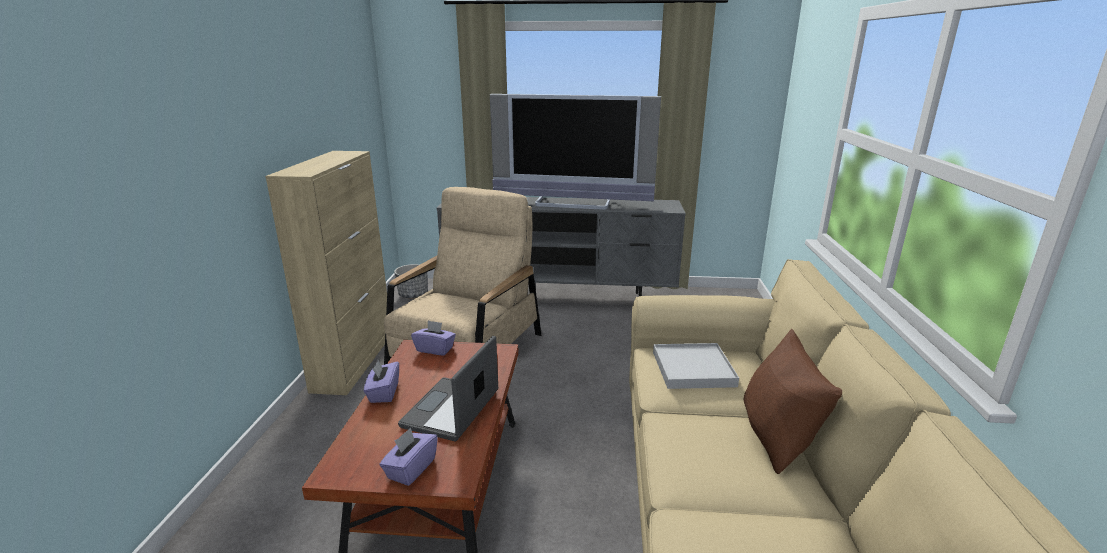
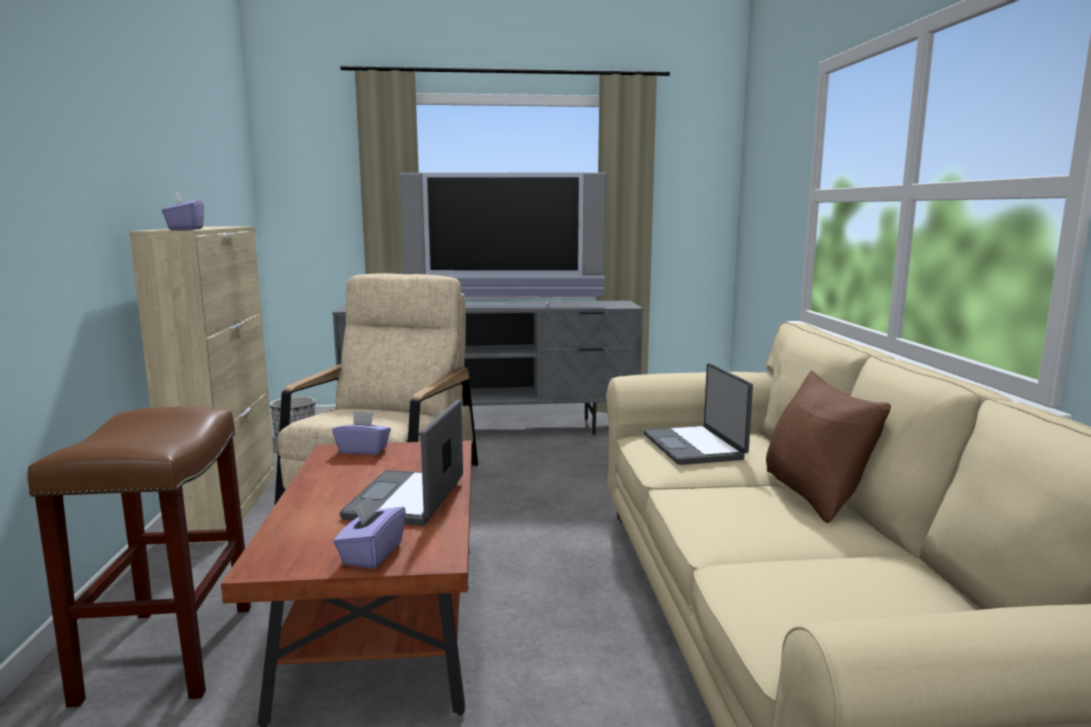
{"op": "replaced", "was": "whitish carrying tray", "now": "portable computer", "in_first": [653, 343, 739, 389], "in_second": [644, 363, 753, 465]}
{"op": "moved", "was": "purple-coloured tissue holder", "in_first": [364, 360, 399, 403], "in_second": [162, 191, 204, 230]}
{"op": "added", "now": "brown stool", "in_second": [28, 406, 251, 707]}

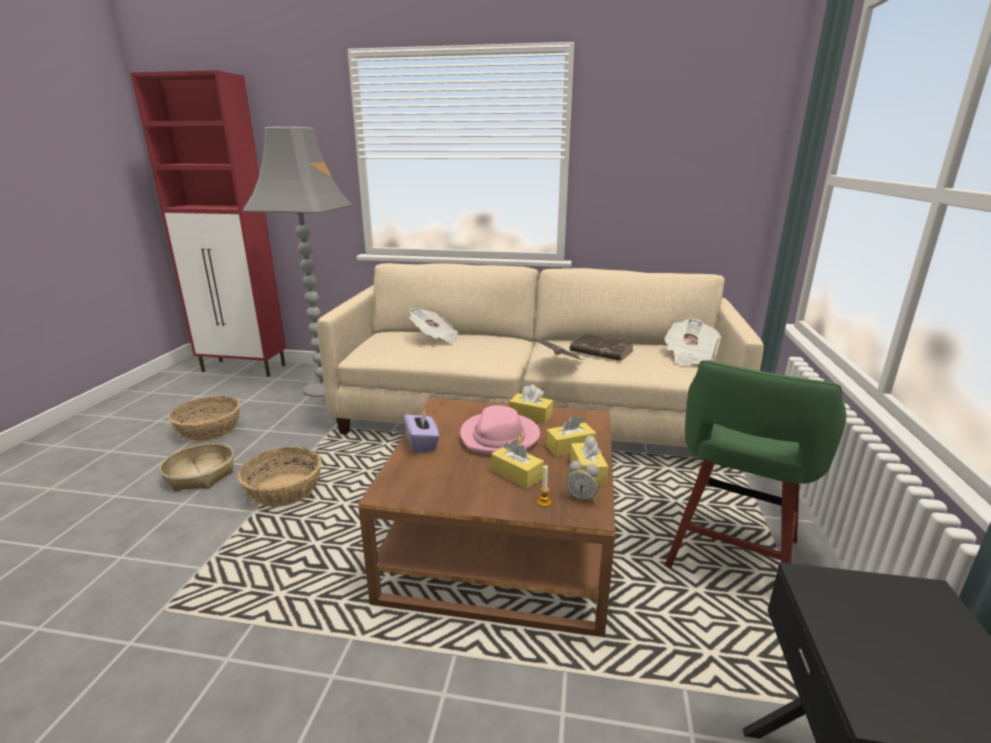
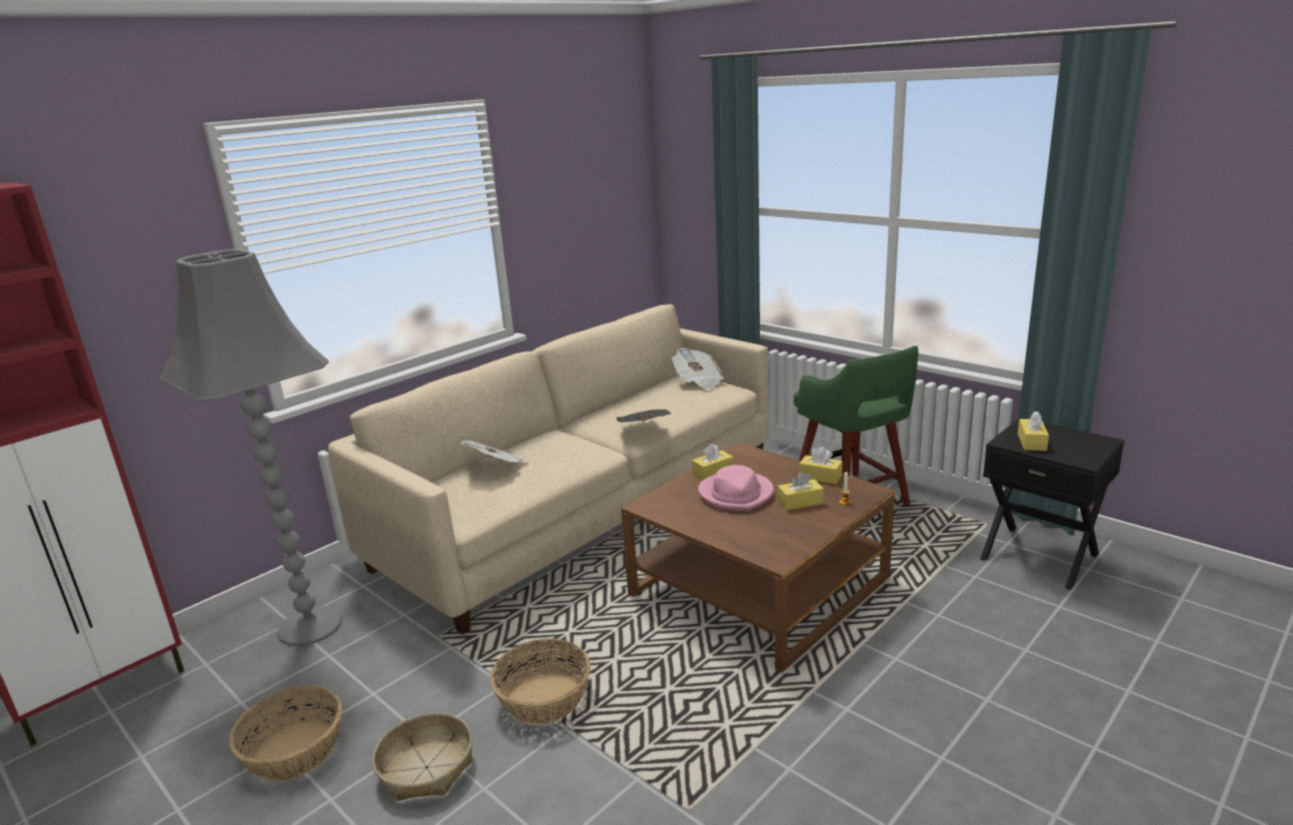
{"op": "removed", "was": "brown volume", "in_first": [570, 334, 634, 361]}
{"op": "removed", "was": "purple-coloured tissue holder", "in_first": [404, 410, 439, 453]}
{"op": "moved", "was": "yellowish tissue holder", "in_first": [546, 415, 596, 457], "in_second": [1018, 411, 1049, 451]}
{"op": "removed", "was": "alarm clock", "in_first": [566, 461, 601, 504]}

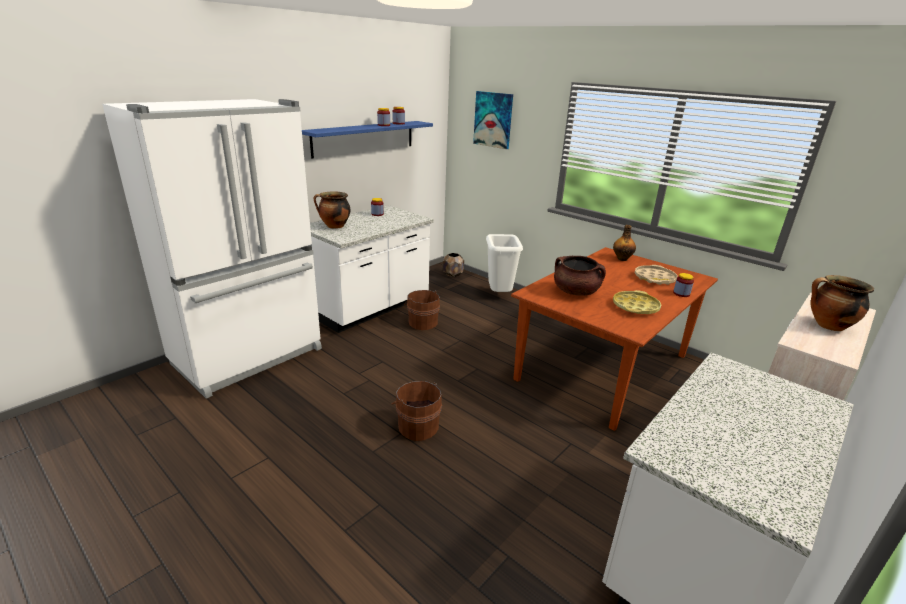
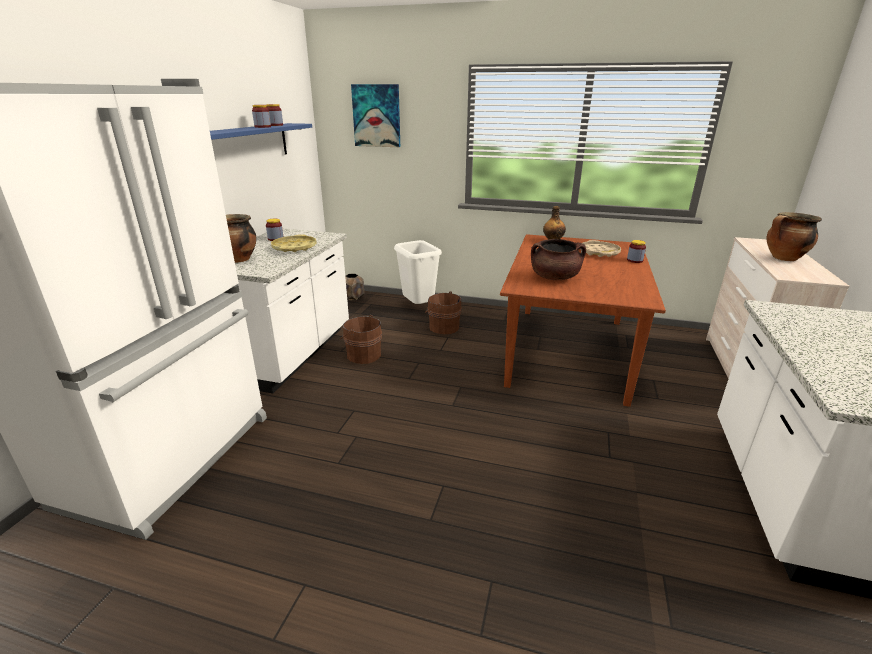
{"op": "moved", "was": "yellowish carrying tray", "in_first": [613, 290, 662, 314], "in_second": [271, 234, 317, 252]}
{"op": "moved", "was": "brown pail", "in_first": [392, 381, 442, 441], "in_second": [425, 291, 462, 334]}

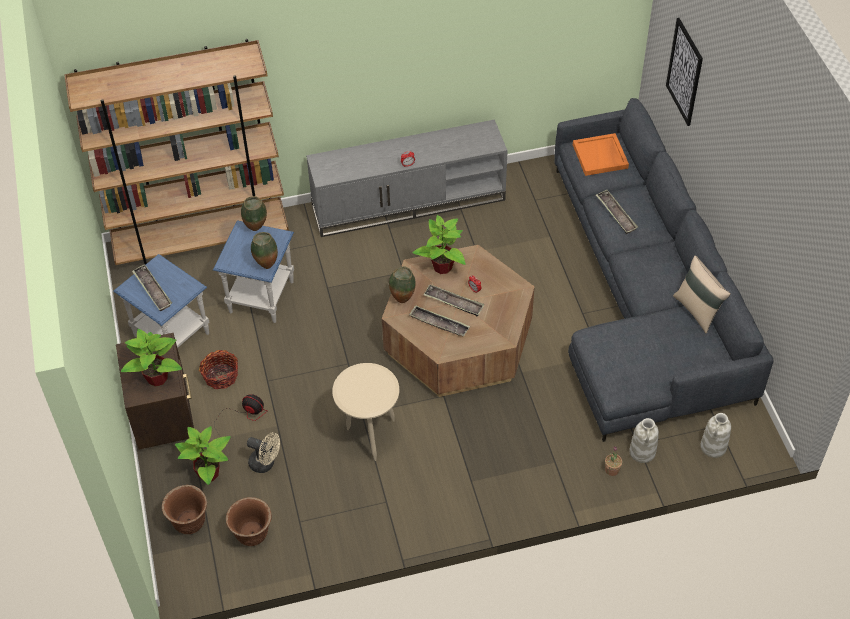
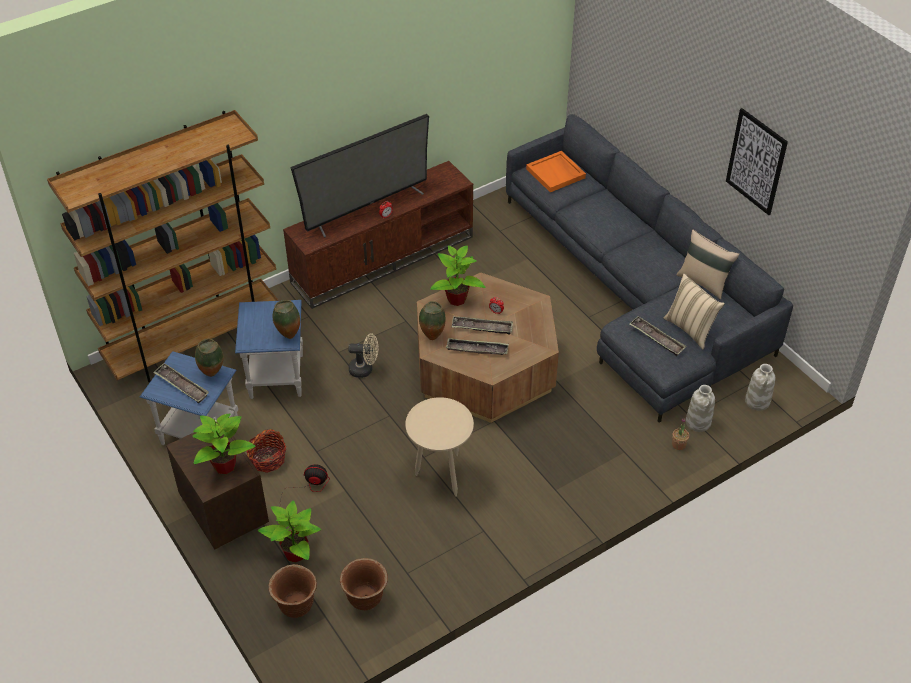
{"op": "moved", "was": "picture", "in_first": [666, 18, 703, 126], "in_second": [726, 108, 788, 215]}
{"op": "recoloured", "was": "grey tv unit", "now": "brown tv unit", "in_first": [306, 119, 508, 237], "in_second": [283, 161, 473, 309]}
{"op": "moved", "was": "carrying tray", "in_first": [596, 190, 638, 234], "in_second": [630, 316, 687, 356]}
{"op": "moved", "was": "vase", "in_first": [241, 196, 267, 231], "in_second": [195, 338, 223, 377]}
{"op": "moved", "was": "beige-coloured cooling fan", "in_first": [247, 432, 280, 473], "in_second": [348, 333, 378, 378]}
{"op": "added", "now": "TV", "in_second": [291, 114, 429, 238]}
{"op": "added", "now": "beige-coloured cushion", "in_second": [664, 273, 725, 349]}

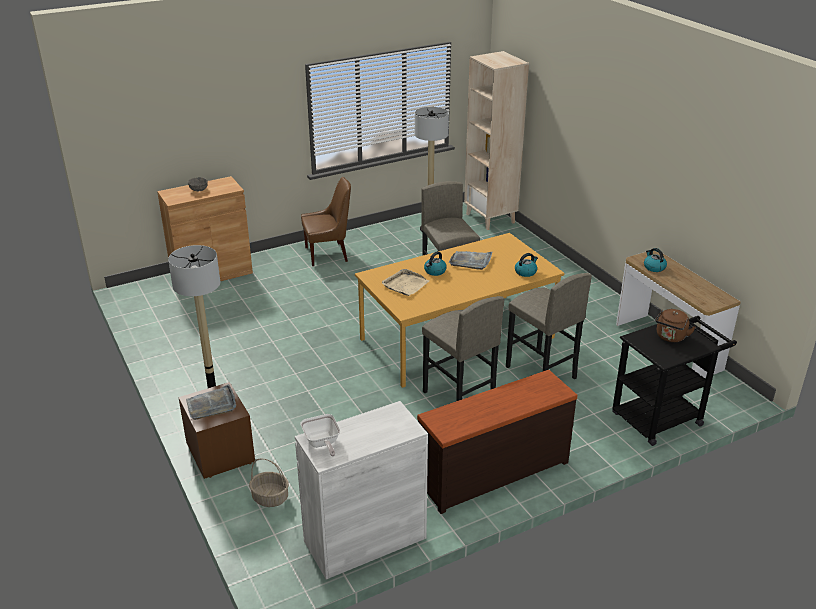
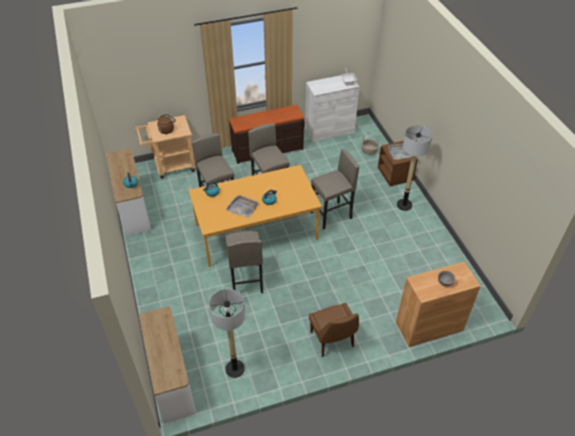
{"op": "replaced", "was": "beige-coloured bookcase", "now": "narrow table", "in_first": [464, 51, 529, 230], "in_second": [139, 307, 196, 424]}
{"op": "turned", "was": "brown chair", "in_first": [301, 177, 351, 266], "in_second": [309, 303, 359, 357], "clockwise": -105}
{"op": "removed", "was": "beige-coloured carrying tray", "in_first": [382, 269, 429, 296]}
{"op": "recoloured", "was": "black-coloured cart", "now": "beige-coloured cart", "in_first": [612, 316, 737, 446], "in_second": [135, 115, 195, 179]}
{"op": "added", "now": "grey stool", "in_second": [311, 149, 359, 230]}

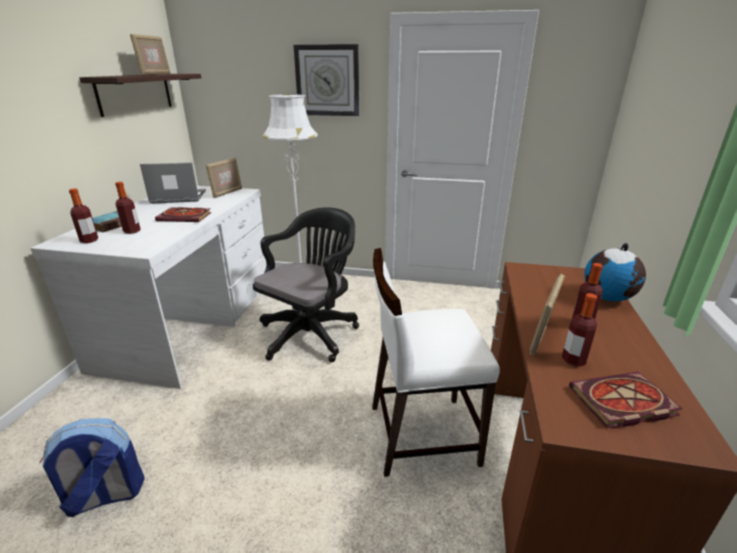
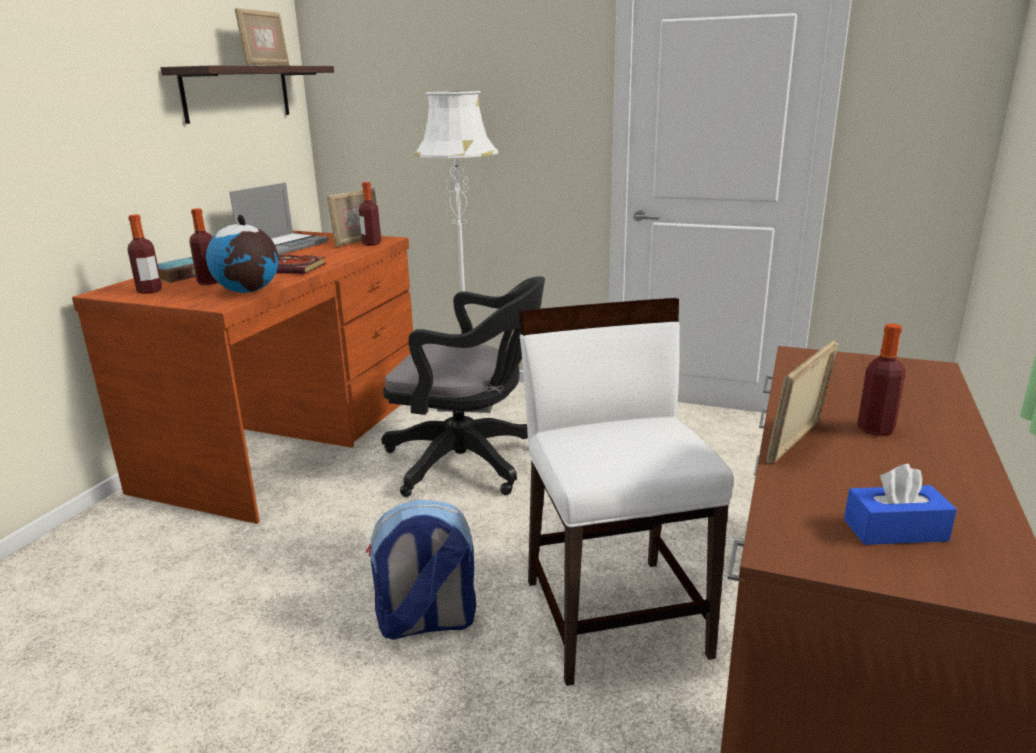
{"op": "removed", "was": "wall clock", "in_first": [294, 44, 359, 116]}
{"op": "turned", "was": "portable computer", "in_first": [140, 162, 206, 204], "in_second": [230, 182, 329, 255], "clockwise": 120}
{"op": "recoloured", "was": "whitish desk unit", "now": "brown desk unit", "in_first": [30, 186, 266, 389], "in_second": [72, 231, 413, 524]}
{"op": "turned", "was": "black-coloured office chair", "in_first": [253, 207, 359, 362], "in_second": [382, 276, 545, 497], "clockwise": 60}
{"op": "moved", "was": "globe", "in_first": [584, 243, 646, 301], "in_second": [206, 214, 278, 293]}
{"op": "turned", "was": "whitish chair", "in_first": [372, 248, 500, 477], "in_second": [519, 298, 734, 686], "clockwise": 75}
{"op": "moved", "was": "bottle", "in_first": [562, 293, 597, 367], "in_second": [359, 182, 381, 245]}
{"op": "replaced", "was": "volume", "now": "blue tissue holder", "in_first": [569, 372, 683, 428], "in_second": [844, 464, 957, 545]}
{"op": "moved", "was": "backpack", "in_first": [40, 418, 145, 517], "in_second": [366, 500, 476, 640]}

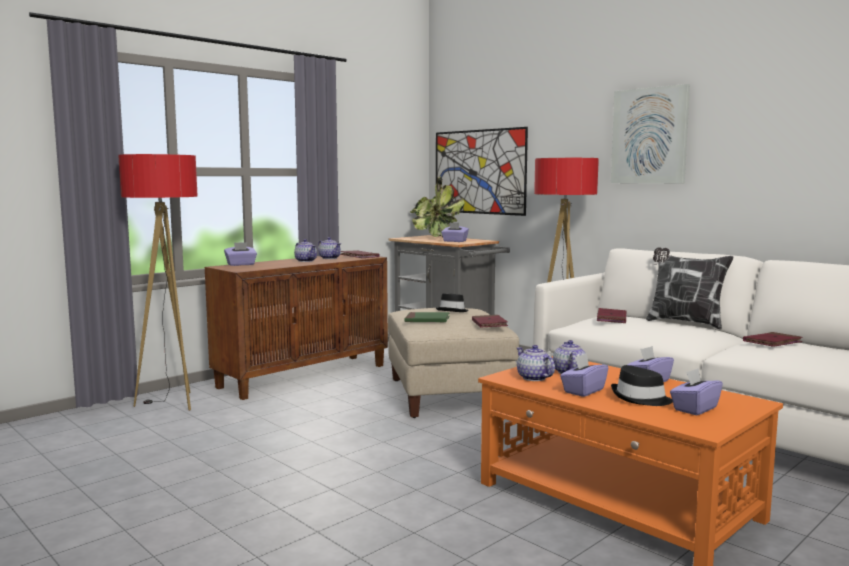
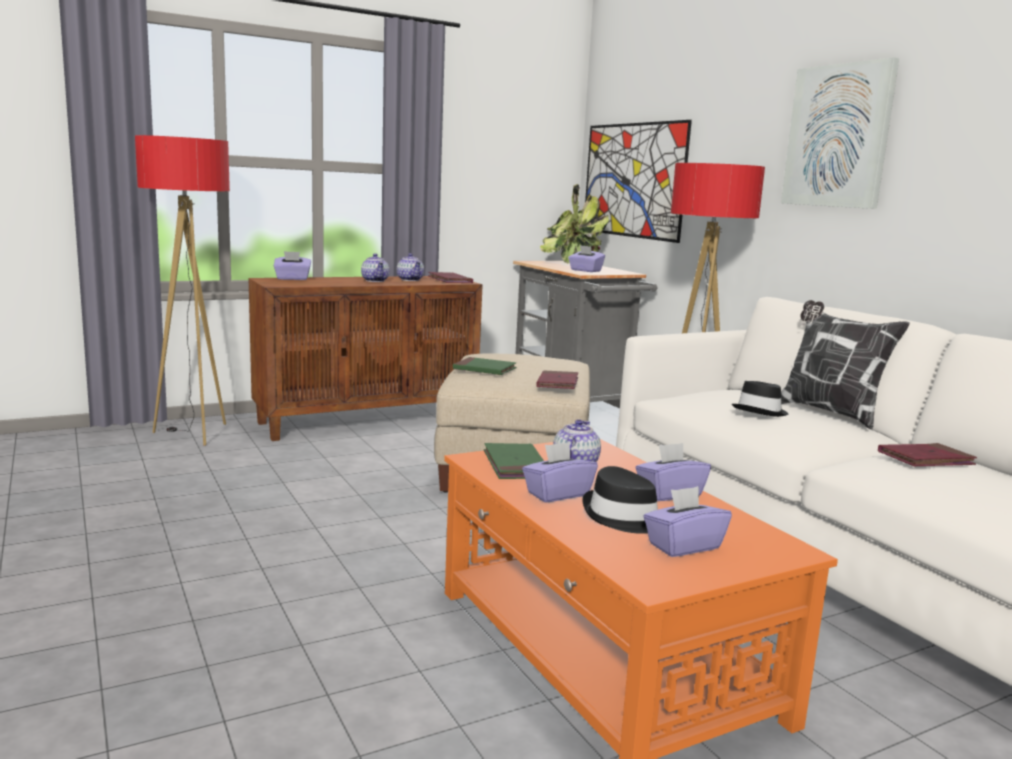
{"op": "moved", "was": "black-coloured clothing hat", "in_first": [436, 293, 469, 312], "in_second": [732, 381, 789, 417]}
{"op": "removed", "was": "reddish volume", "in_first": [597, 308, 626, 323]}
{"op": "replaced", "was": "tea pot", "now": "green-coloured volume", "in_first": [517, 345, 555, 381], "in_second": [484, 443, 544, 479]}

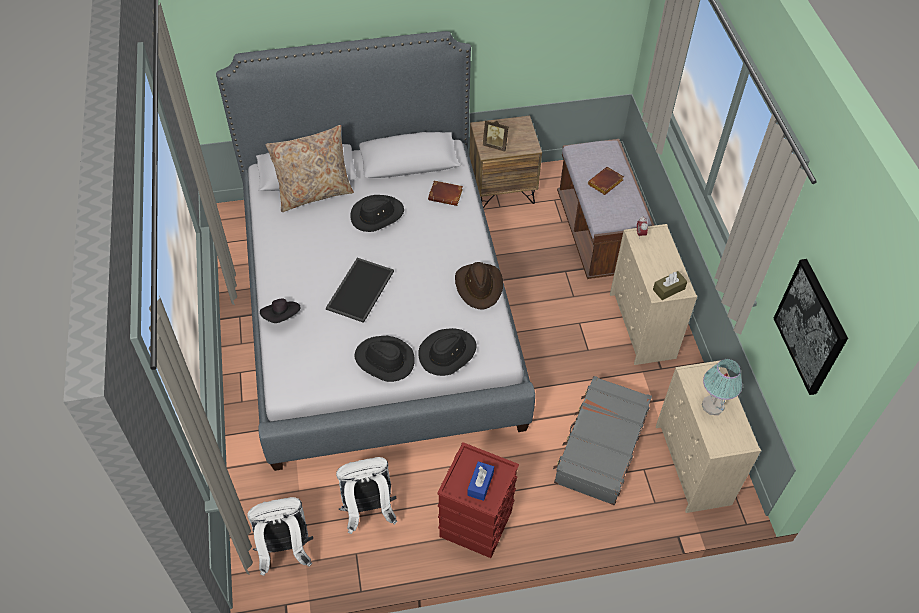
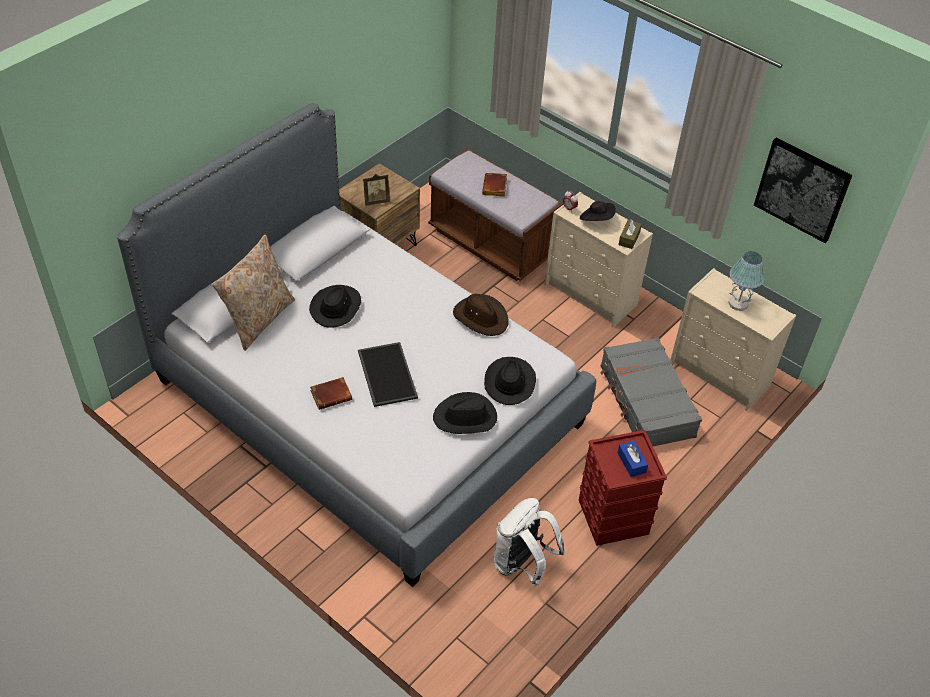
{"op": "moved", "was": "brown volume", "in_first": [428, 181, 463, 206], "in_second": [310, 377, 352, 410]}
{"op": "moved", "was": "black-coloured clothing hat", "in_first": [260, 298, 301, 323], "in_second": [580, 201, 616, 221]}
{"op": "removed", "was": "whitish backpack", "in_first": [247, 497, 313, 576]}

